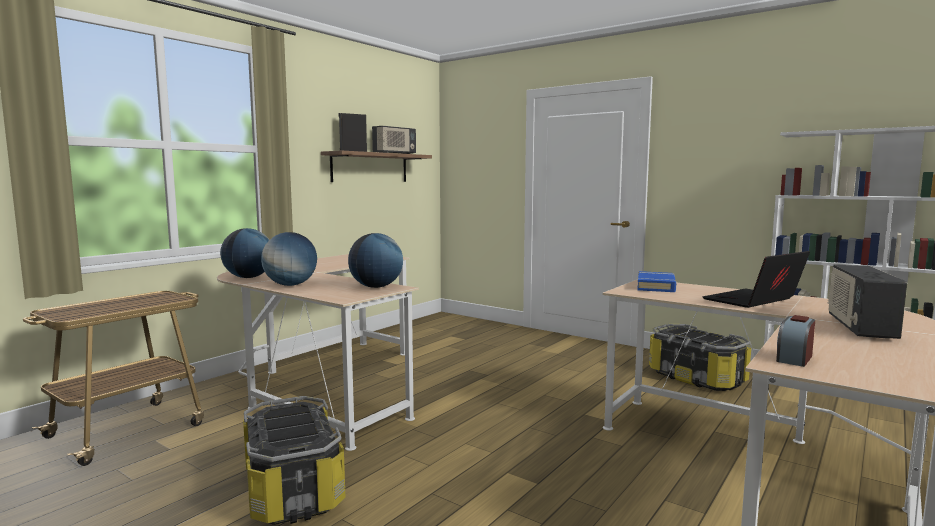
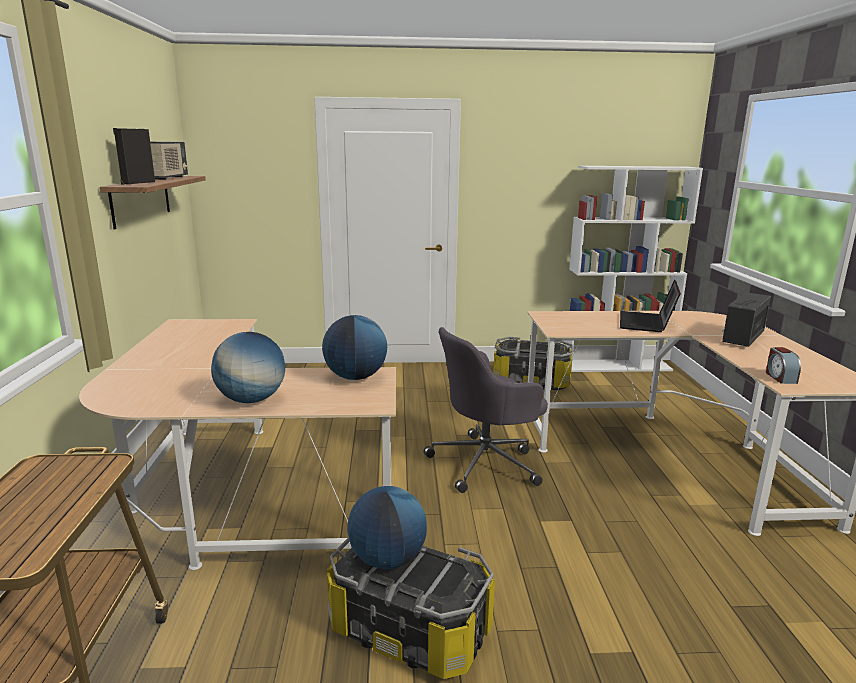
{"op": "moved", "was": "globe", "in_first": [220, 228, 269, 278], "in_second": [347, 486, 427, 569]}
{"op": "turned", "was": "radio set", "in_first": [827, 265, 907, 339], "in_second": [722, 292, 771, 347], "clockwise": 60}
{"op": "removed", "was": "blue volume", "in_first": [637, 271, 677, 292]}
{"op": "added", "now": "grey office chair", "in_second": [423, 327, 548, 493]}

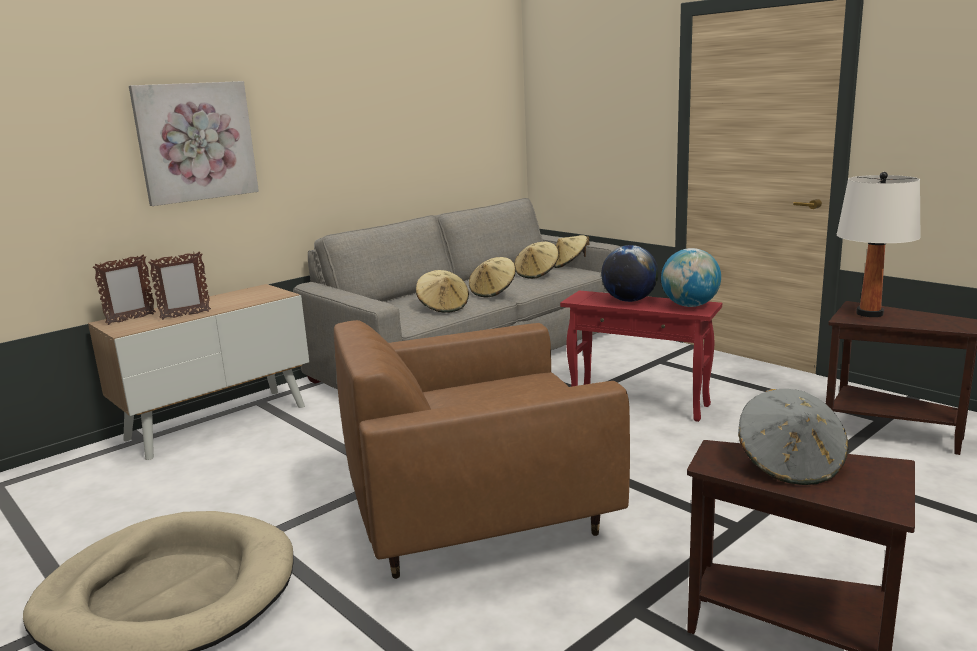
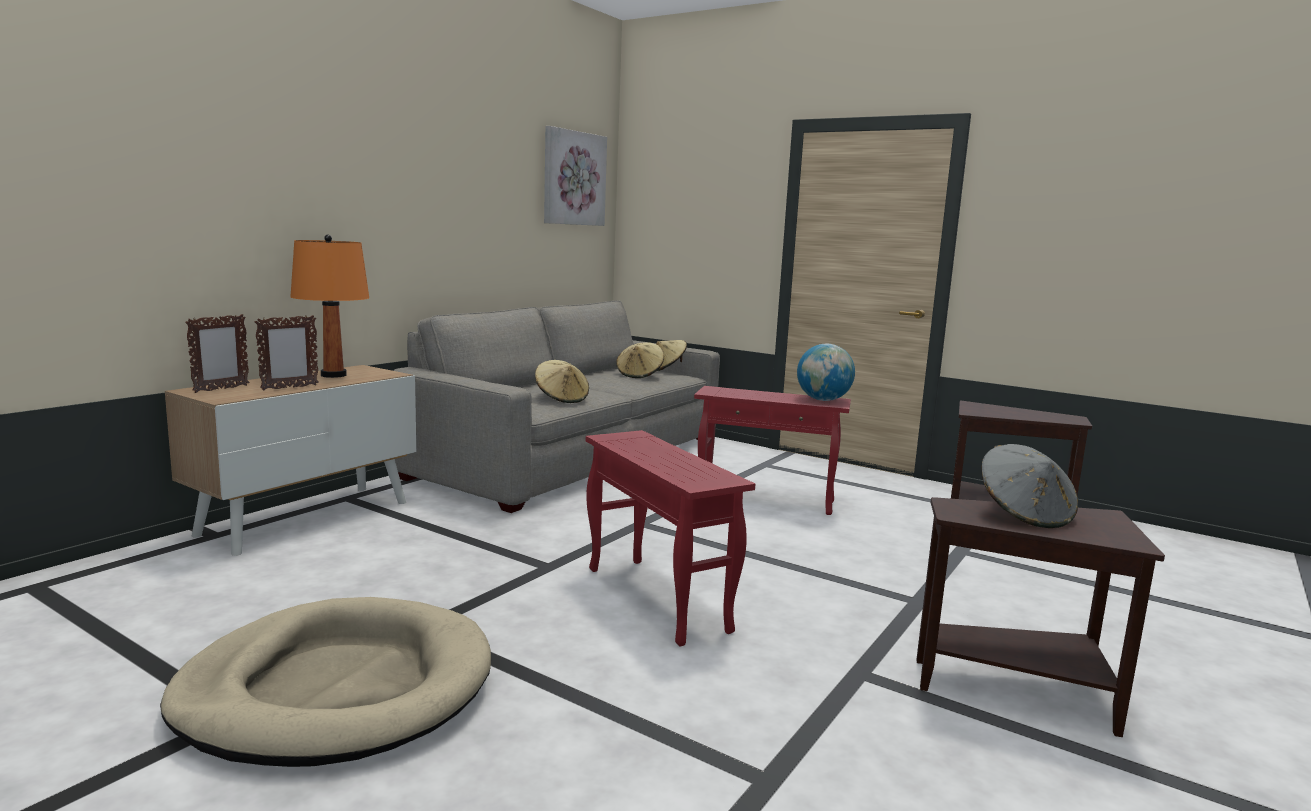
{"op": "moved", "was": "picture", "in_first": [129, 81, 259, 206], "in_second": [544, 126, 607, 226]}
{"op": "removed", "was": "whitish tabletop lamp", "in_first": [837, 172, 921, 317]}
{"op": "removed", "was": "globe", "in_first": [601, 245, 659, 302]}
{"op": "removed", "was": "beige-coloured clothing hat", "in_first": [469, 257, 516, 297]}
{"op": "replaced", "was": "brown lounge chair", "now": "reddish side table", "in_first": [334, 320, 630, 579], "in_second": [586, 430, 755, 646]}
{"op": "added", "now": "orange tabletop lamp", "in_second": [290, 235, 370, 378]}

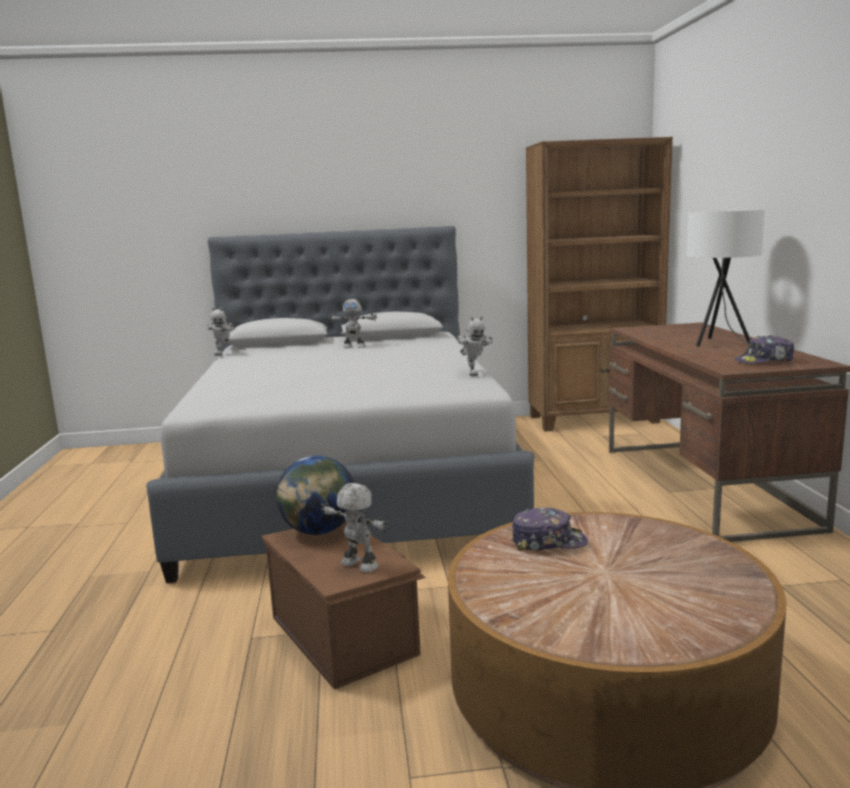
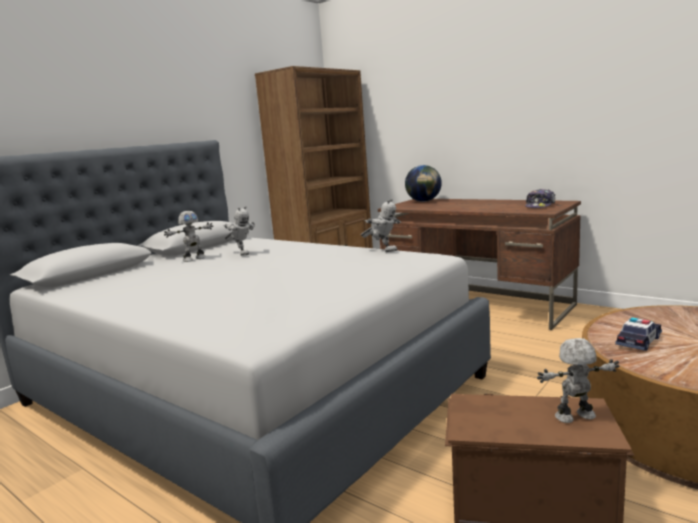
{"op": "removed", "was": "whitish tabletop lamp", "in_first": [687, 209, 765, 347]}
{"op": "moved", "was": "model robot", "in_first": [207, 307, 235, 356], "in_second": [223, 206, 255, 256]}
{"op": "moved", "was": "globe", "in_first": [276, 455, 354, 535], "in_second": [405, 165, 442, 202]}
{"op": "replaced", "was": "baseball cap", "now": "miniature car", "in_first": [511, 508, 588, 551], "in_second": [615, 318, 662, 351]}

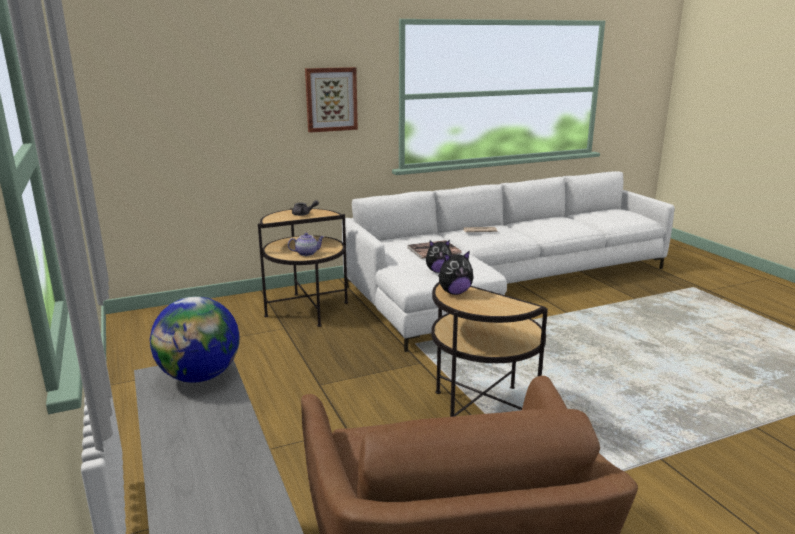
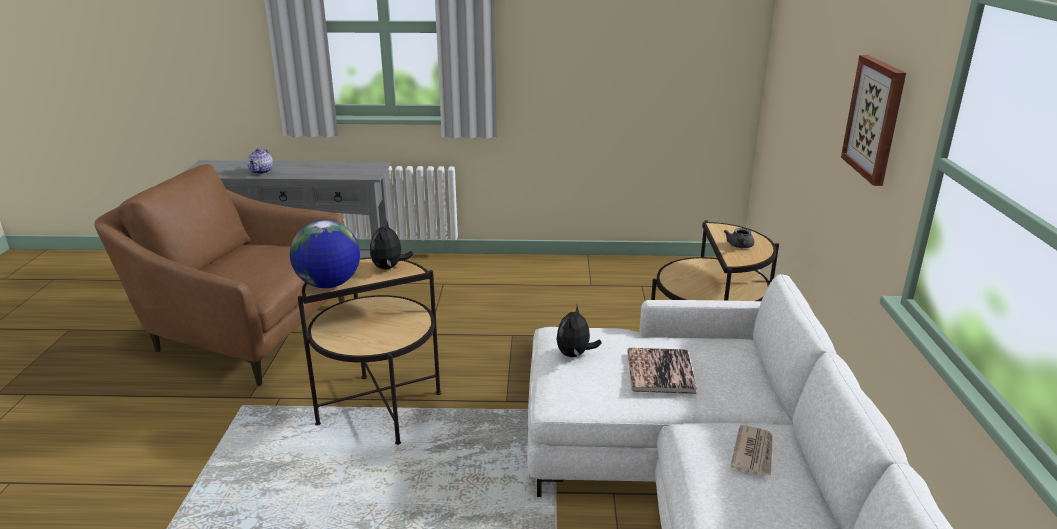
{"op": "moved", "was": "tea pot", "in_first": [288, 233, 324, 256], "in_second": [247, 148, 273, 175]}
{"op": "moved", "was": "globe", "in_first": [150, 296, 239, 383], "in_second": [290, 220, 360, 288]}

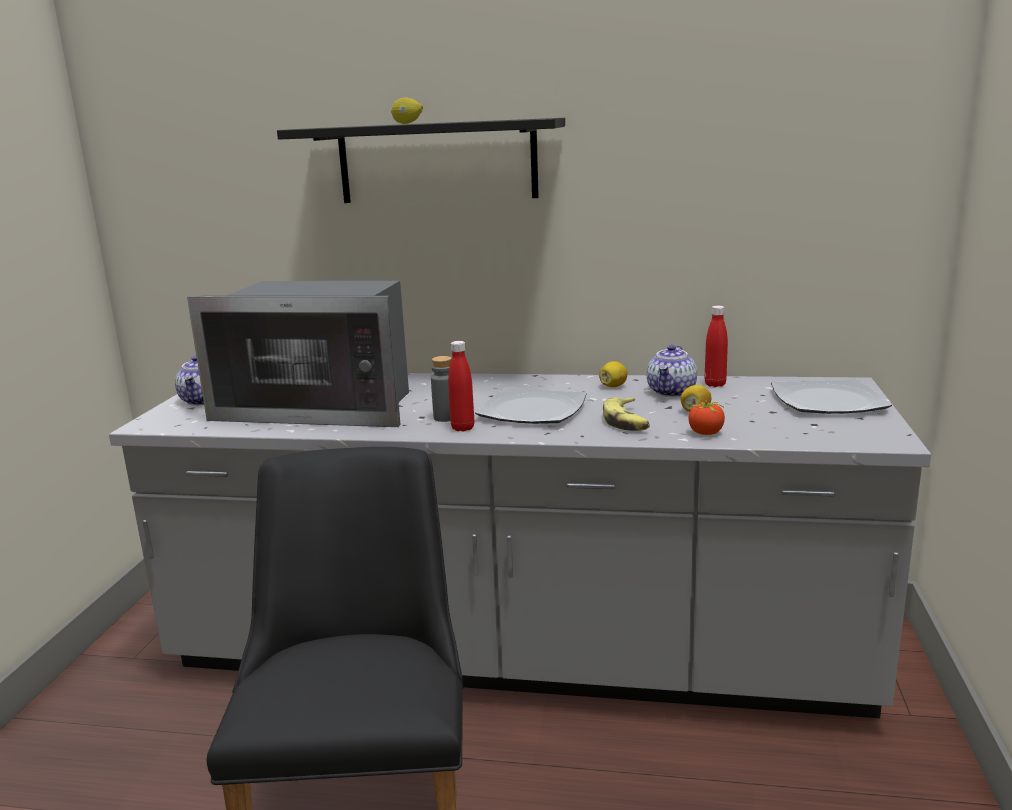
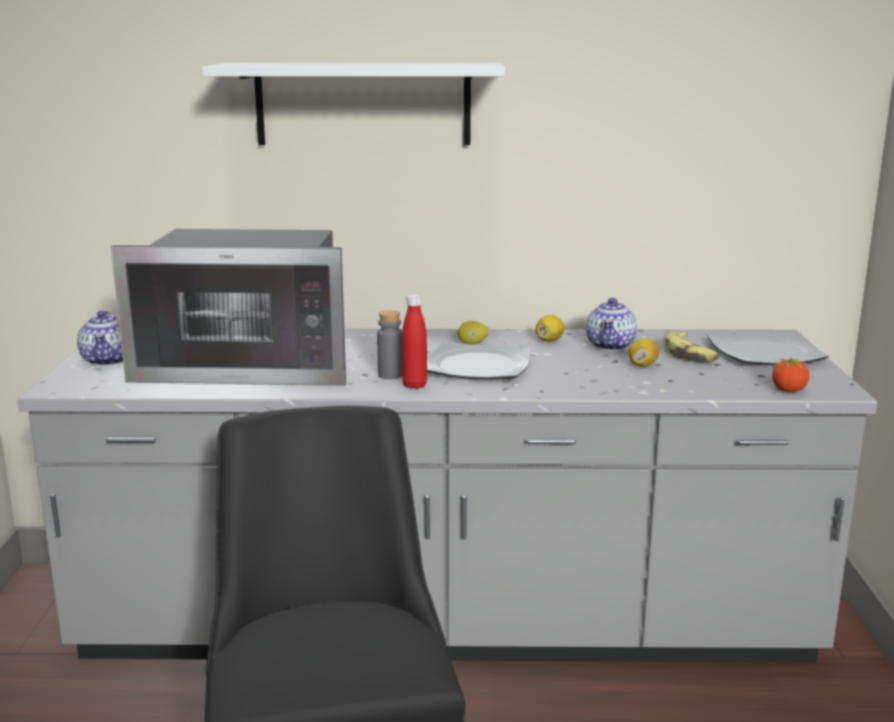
{"op": "moved", "was": "citrus fruit", "in_first": [391, 98, 423, 124], "in_second": [456, 321, 489, 345]}
{"op": "recoloured", "was": "black-coloured shelf", "now": "whitish shelf", "in_first": [277, 118, 565, 203], "in_second": [202, 63, 505, 145]}
{"op": "removed", "was": "reddish bottle", "in_first": [705, 306, 728, 387]}
{"op": "moved", "was": "banana fruit", "in_first": [603, 397, 650, 431], "in_second": [663, 332, 719, 362]}
{"op": "moved", "was": "whole tomato", "in_first": [687, 401, 725, 435], "in_second": [772, 358, 809, 392]}

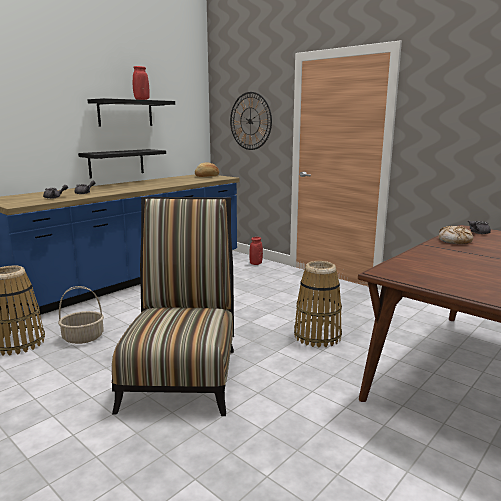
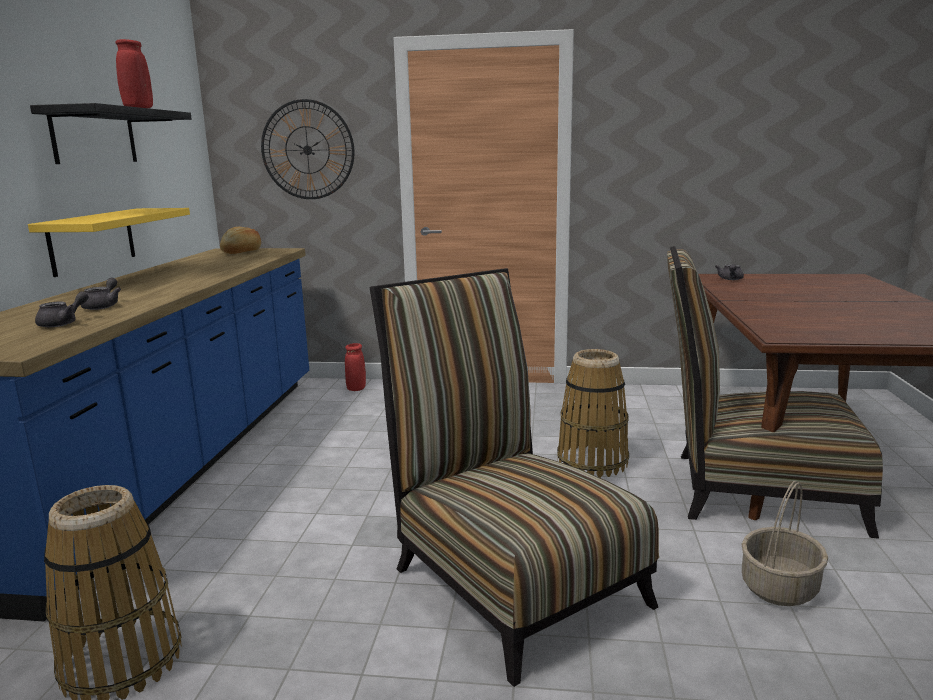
{"op": "recoloured", "was": "black-coloured shelf", "now": "yellowish shelf", "in_first": [78, 149, 166, 178], "in_second": [28, 208, 190, 277]}
{"op": "removed", "was": "baked bread", "in_first": [439, 226, 473, 244]}
{"op": "moved", "was": "storage basket", "in_first": [58, 286, 104, 344], "in_second": [741, 481, 828, 606]}
{"op": "added", "now": "chair", "in_second": [667, 246, 883, 539]}

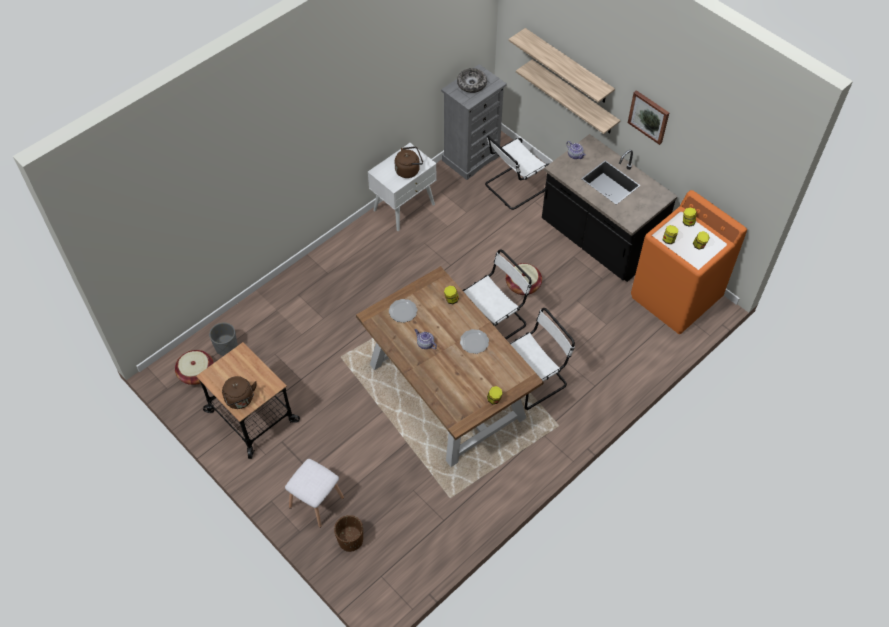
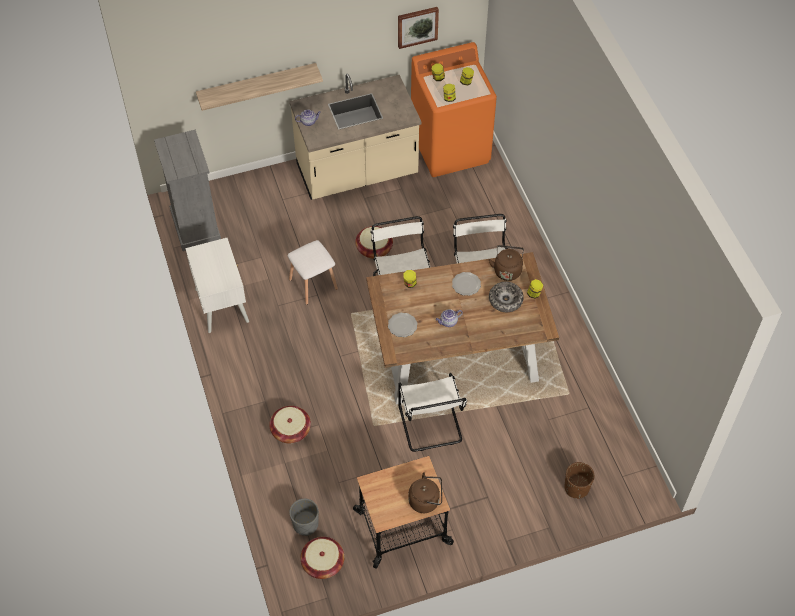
{"op": "removed", "was": "shelf", "in_first": [508, 28, 615, 103]}
{"op": "moved", "was": "bowl", "in_first": [457, 68, 487, 93], "in_second": [489, 282, 524, 312]}
{"op": "moved", "was": "picture", "in_first": [628, 90, 670, 145], "in_second": [398, 7, 439, 49]}
{"op": "recoloured", "was": "black-coloured kitchen base unit", "now": "beige-coloured kitchen base unit", "in_first": [542, 134, 677, 282], "in_second": [289, 74, 421, 200]}
{"op": "moved", "was": "whitish chair", "in_first": [485, 135, 549, 210], "in_second": [398, 373, 467, 452]}
{"op": "moved", "was": "brown water kettle", "in_first": [394, 146, 423, 178], "in_second": [489, 245, 524, 281]}
{"op": "moved", "was": "whitish stool", "in_first": [285, 459, 344, 528], "in_second": [288, 240, 338, 305]}
{"op": "added", "now": "storage basket", "in_second": [269, 406, 311, 443]}

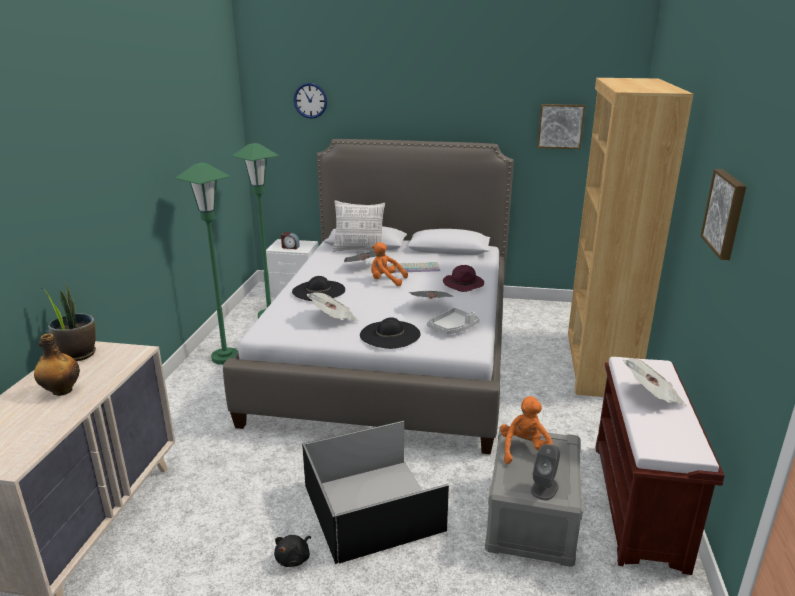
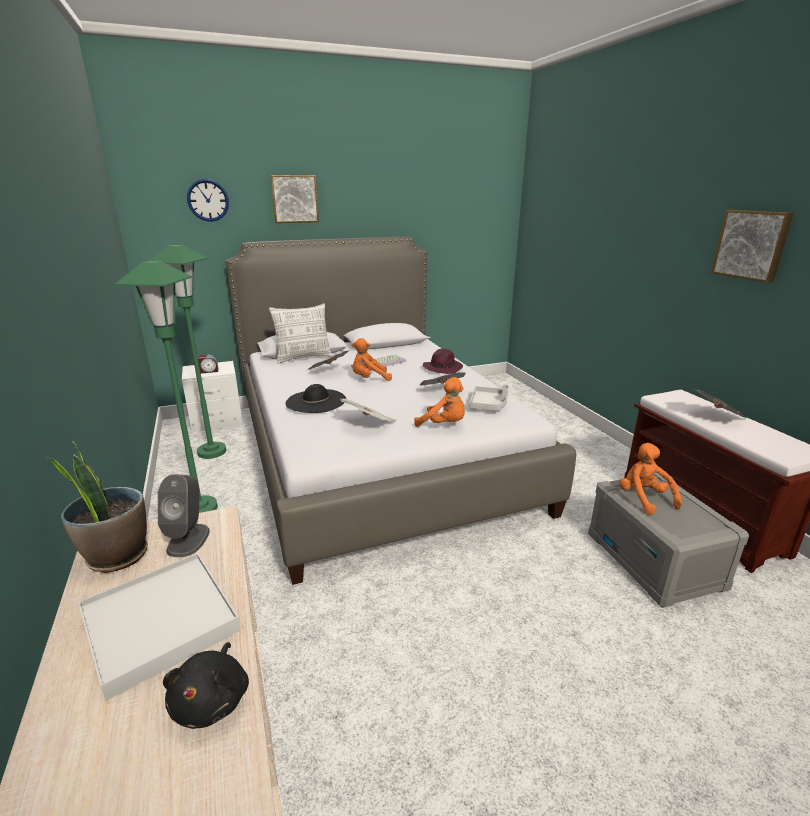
{"op": "removed", "was": "brown bookcase", "in_first": [568, 78, 694, 397]}
{"op": "moved", "was": "picture", "in_first": [537, 104, 585, 149], "in_second": [270, 175, 319, 223]}
{"op": "replaced", "was": "black-coloured clothing hat", "now": "orange cuddly toy", "in_first": [360, 317, 421, 349], "in_second": [414, 377, 465, 427]}
{"op": "replaced", "was": "bottle", "now": "whitish carrying tray", "in_first": [34, 334, 80, 396], "in_second": [78, 553, 241, 701]}
{"op": "removed", "was": "black-coloured storage bin", "in_first": [302, 421, 449, 564]}
{"op": "moved", "was": "grey speaker", "in_first": [531, 444, 560, 500], "in_second": [158, 474, 210, 557]}
{"op": "moved", "was": "black-coloured cuddly toy", "in_first": [274, 535, 311, 567], "in_second": [163, 642, 249, 729]}

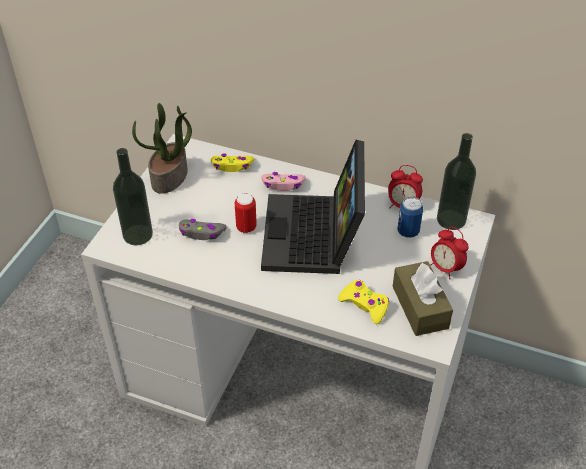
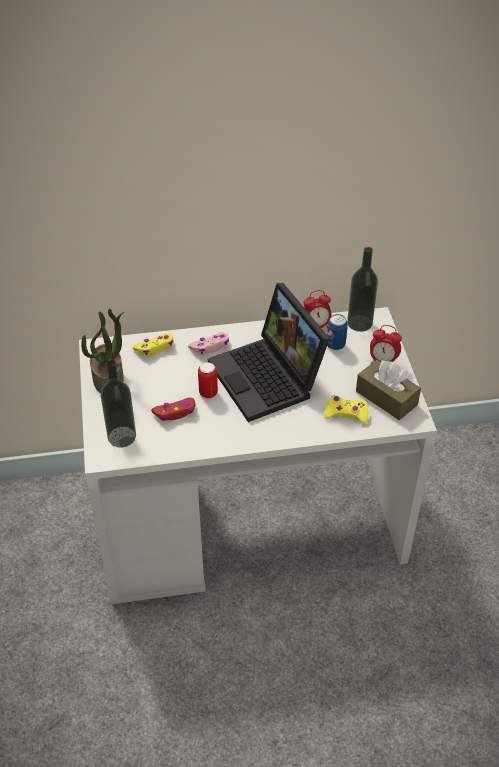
{"op": "recoloured", "was": "grey game controller", "now": "reddish game controller", "in_first": [179, 219, 227, 240], "in_second": [151, 398, 195, 421]}

